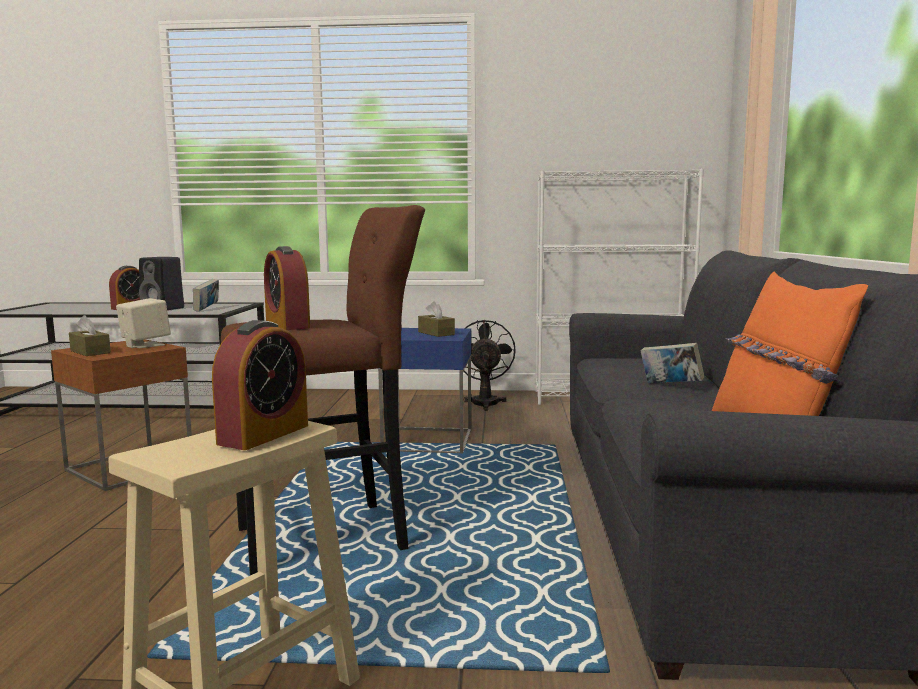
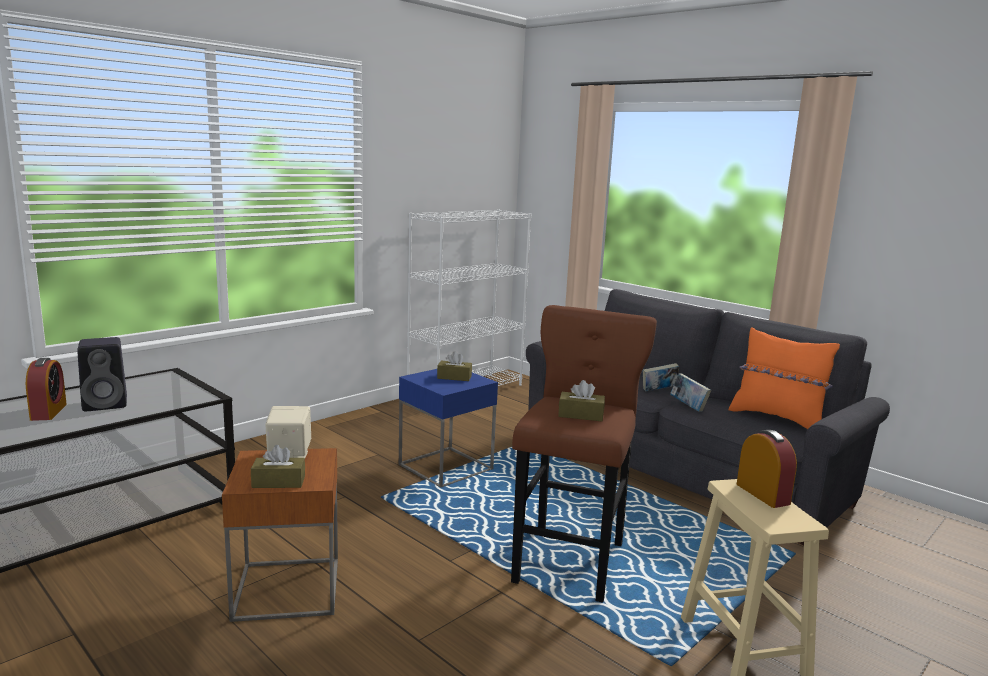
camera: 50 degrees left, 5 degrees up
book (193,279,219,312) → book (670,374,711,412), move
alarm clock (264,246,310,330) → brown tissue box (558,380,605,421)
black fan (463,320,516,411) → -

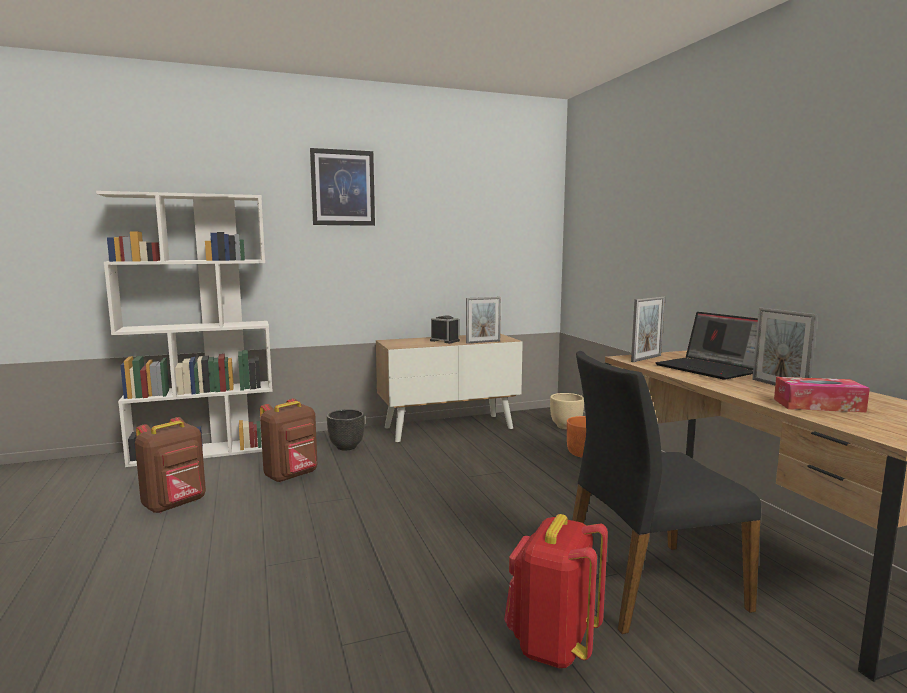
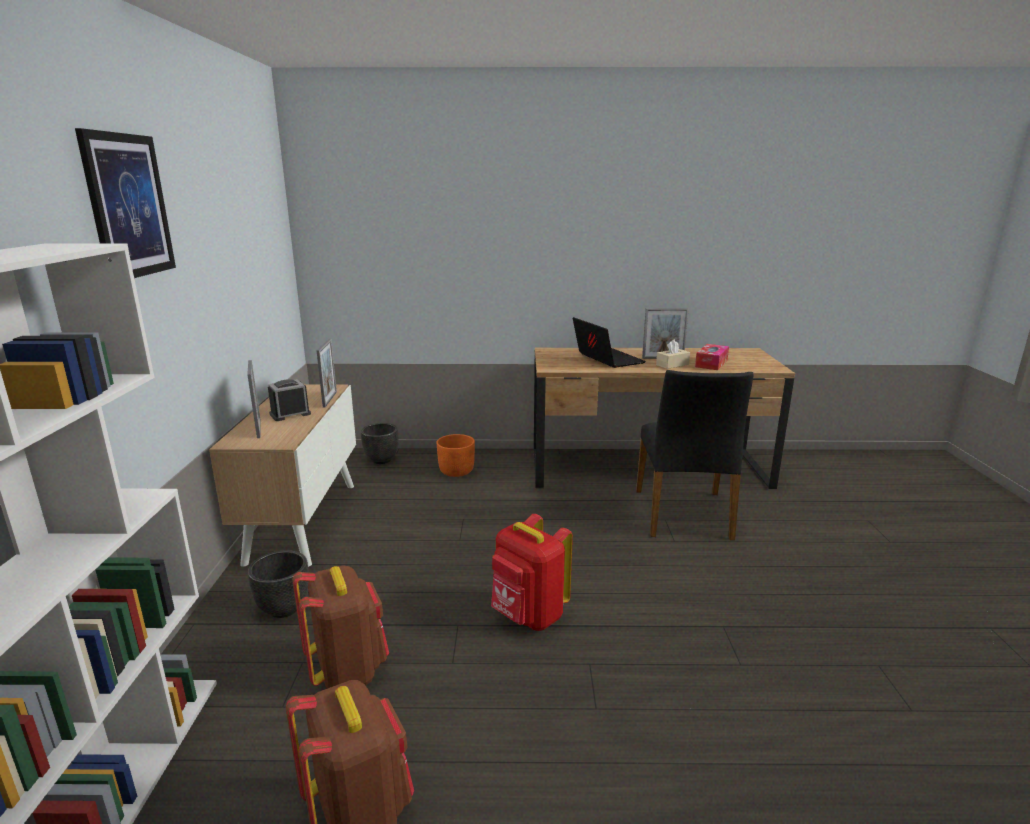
camera: 70 degrees left, 10 degrees up
red backpack (504,514,608,669) → red backpack (491,514,573,631), move
beige planter (550,393,584,429) → black planter (361,423,398,464)
picture frame (631,296,665,362) → picture frame (247,360,260,438), move
laptop (655,312,758,380) → laptop (573,317,646,368), 105 degrees counterclockwise
- → beige tissue box (656,340,690,369)

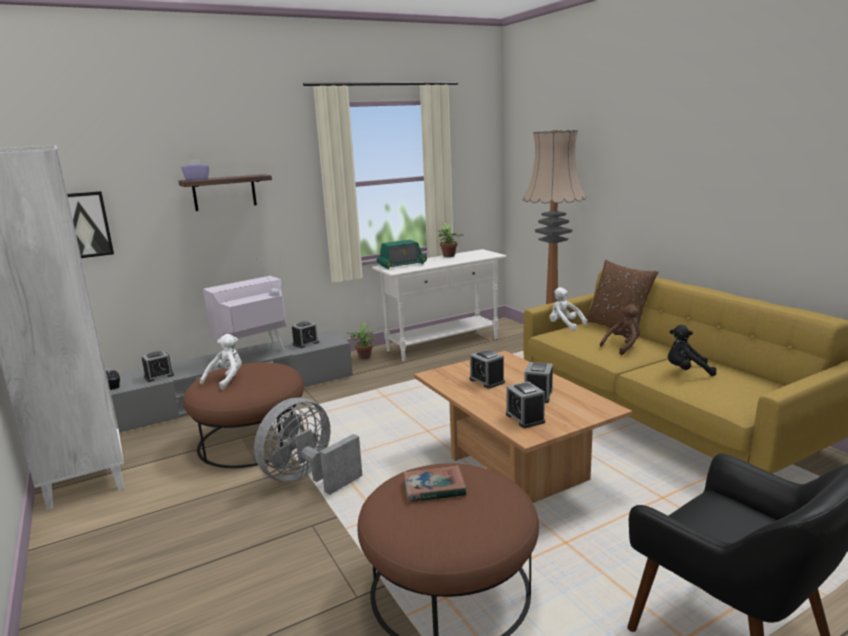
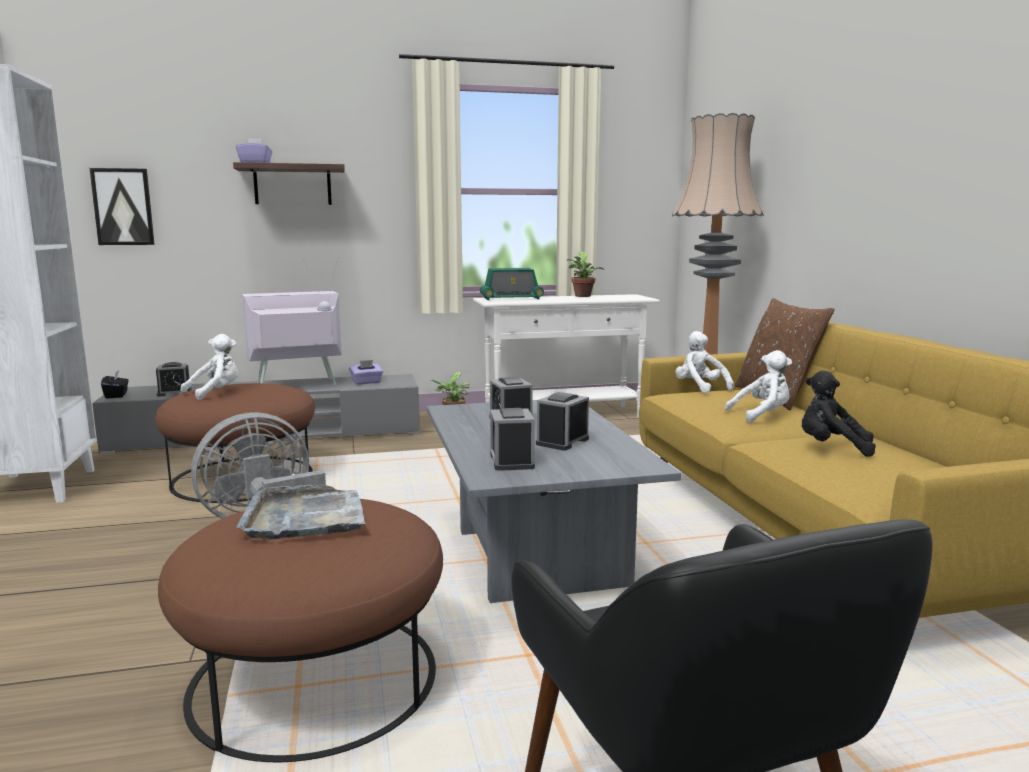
camera: 15 degrees right, 5 degrees down
alarm clock (292,321,319,348) → purple tissue box (349,360,383,385)
book (404,465,466,502) → grey tray (236,484,365,540)
brown coffee table (414,351,632,503) → grey coffee table (427,400,681,603)
brown plush toy (600,304,640,355) → white plush toy (725,350,792,423)

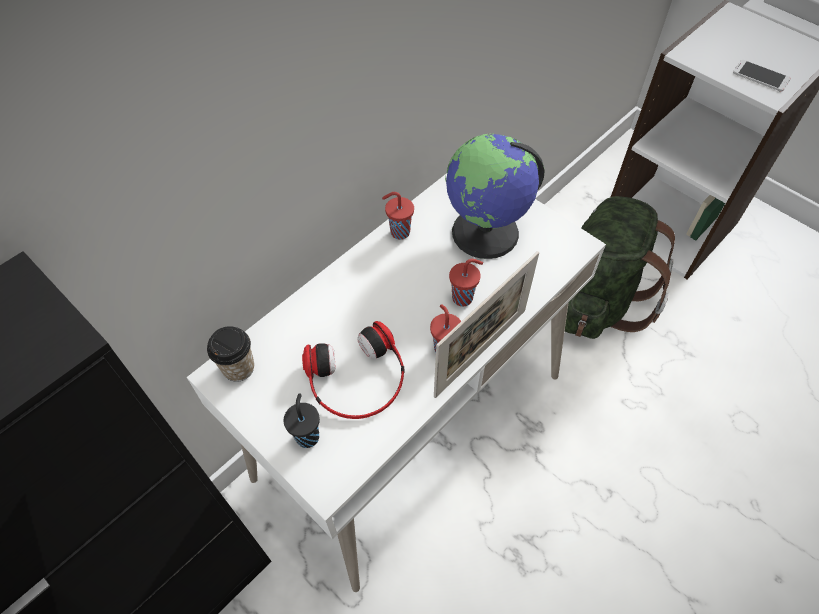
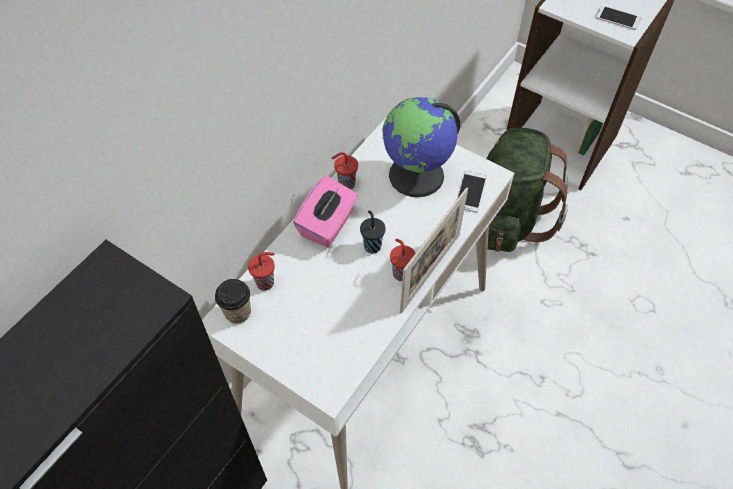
camera: 10 degrees left, 0 degrees up
black cup (283,393,320,448) → black cup (360,211,386,253), move
headphones (302,321,405,419) → -
red cup (449,259,483,306) → red cup (248,252,275,291), move
- → pink tissue box (293,176,358,247)
- → phone (457,171,487,213)

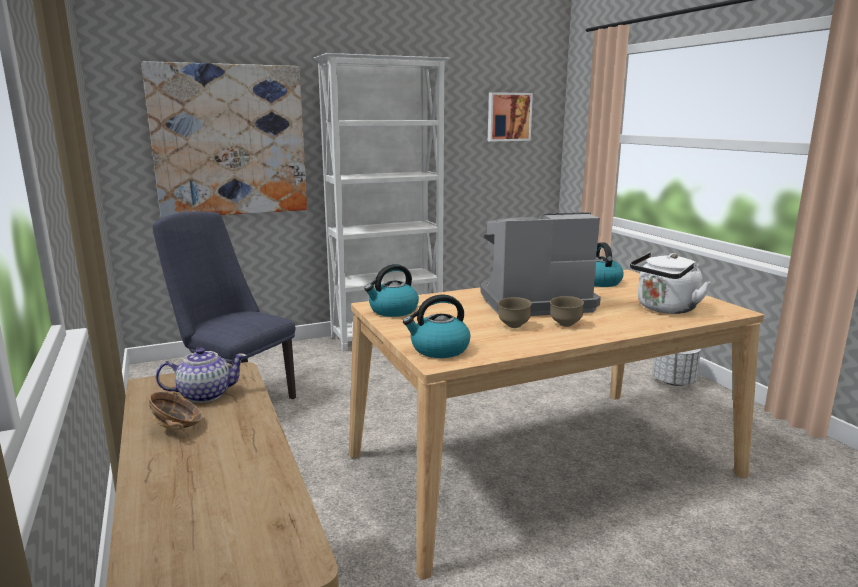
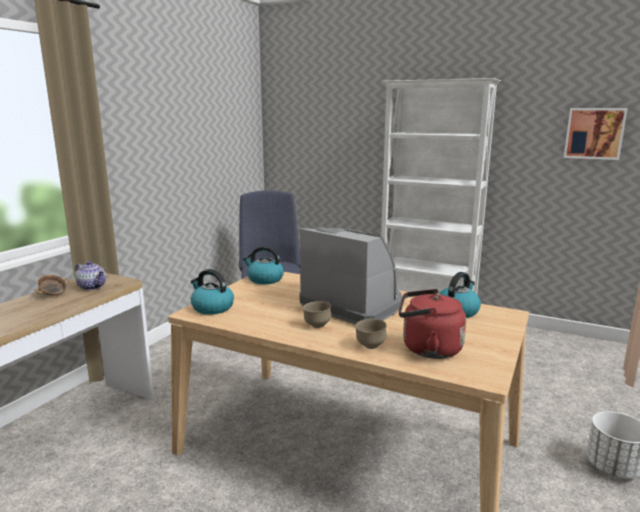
camera: 50 degrees right, 0 degrees up
picture (141,61,307,218) → -
brown bowl (498,297,532,328) → brown bowl (355,319,387,349), move
white kettle (630,252,711,314) → red kettle (399,289,466,359)

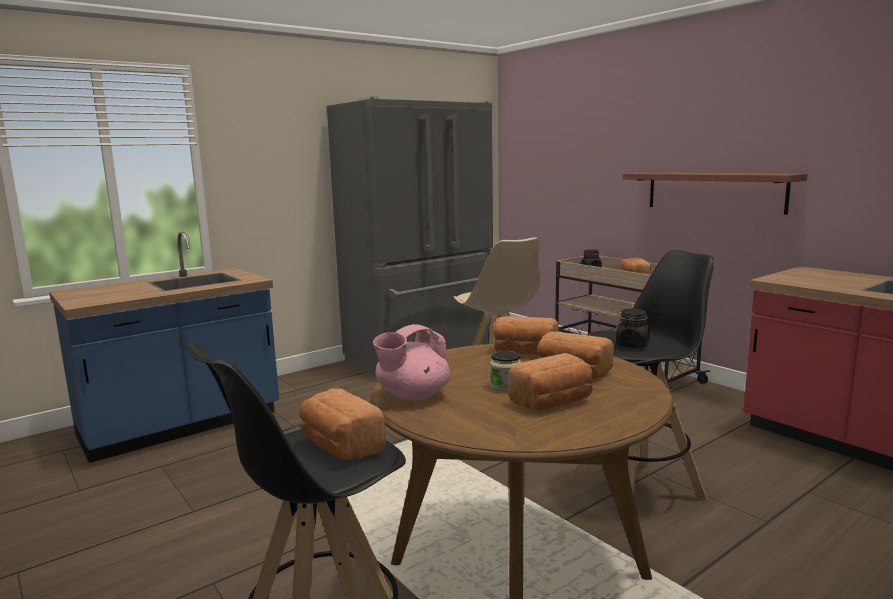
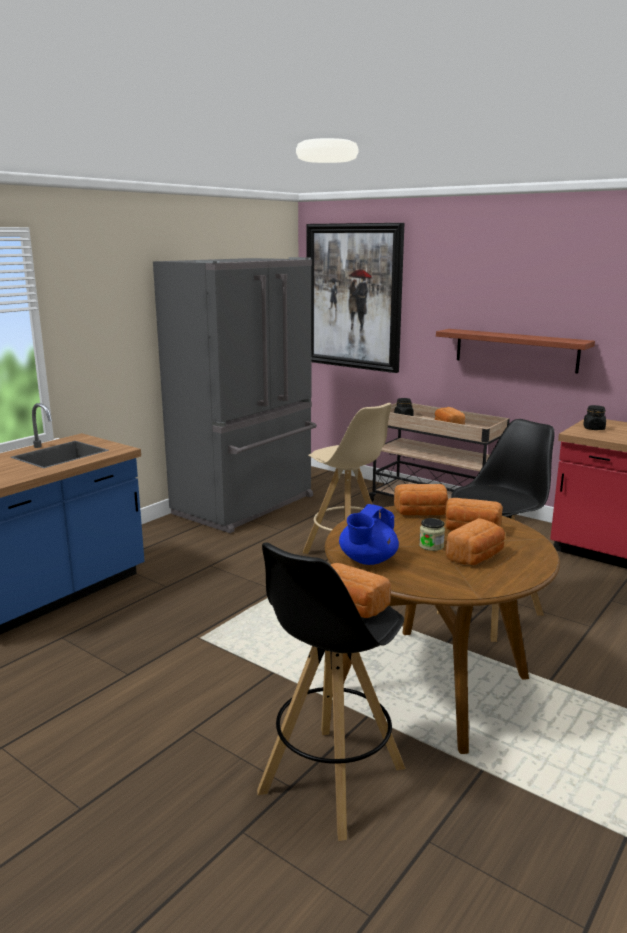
camera: 15 degrees left, 5 degrees up
pink teapot (373,324,450,401) → blue teapot (339,504,399,565)
black jar (616,309,650,348) → black jar (583,405,606,430), move
- → picture (306,223,404,373)

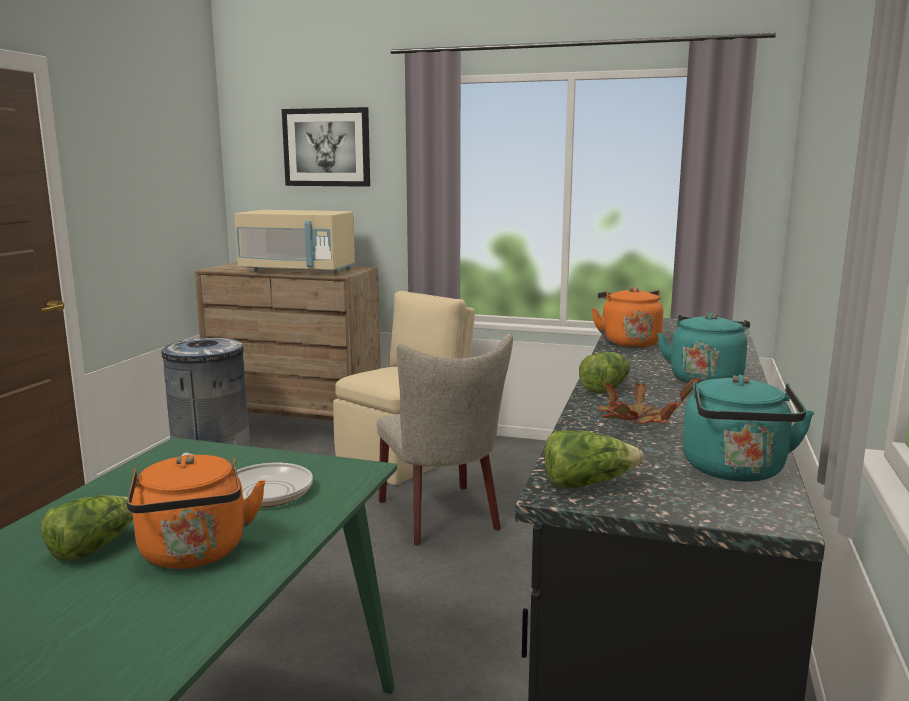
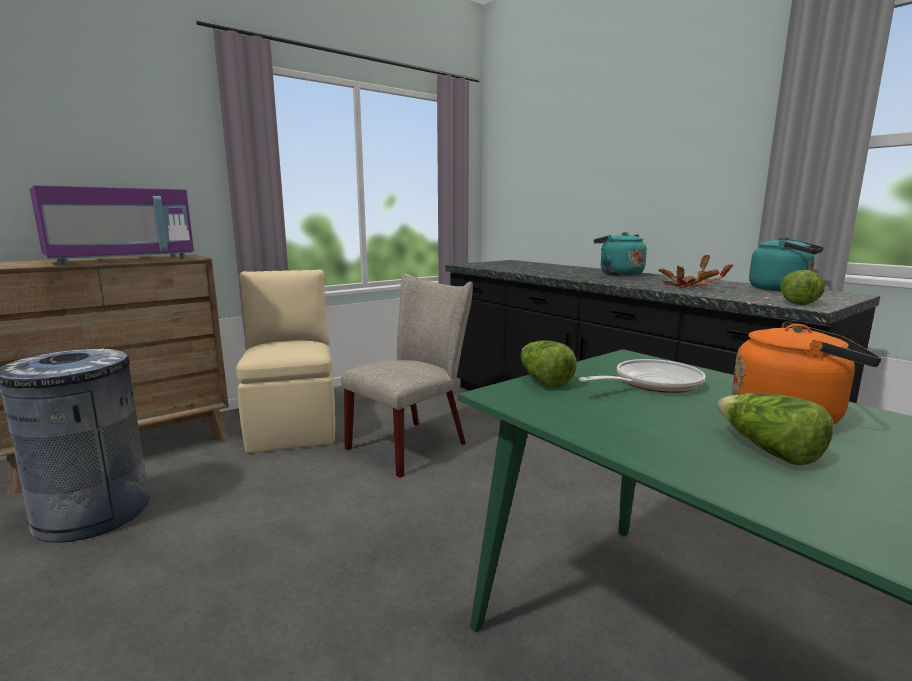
camera: 55 degrees left, 0 degrees up
beige microwave (234,210,355,274) → purple microwave (30,185,194,264)
picture (282,107,370,187) → -
beige chair (377,334,513,546) → beige chair (341,274,473,478), 60 degrees counterclockwise
lettuce (579,352,630,394) → lettuce (521,340,576,388), move
orange kettle (591,287,663,348) → -

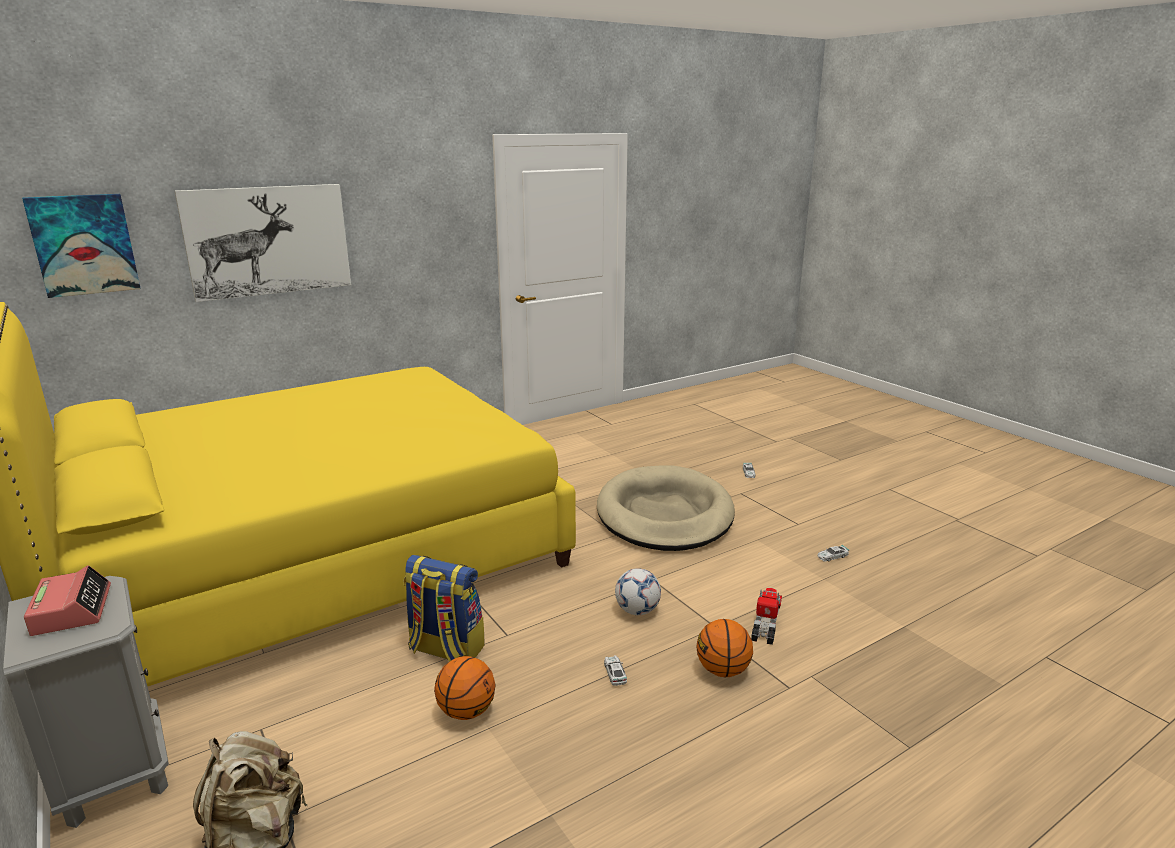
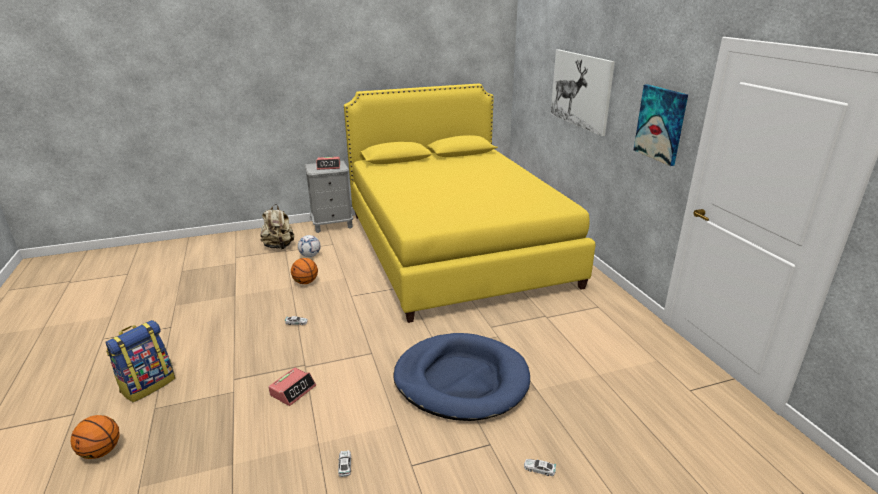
camera: 105 degrees right, 5 degrees up
picture (22,194,141,298) → picture (634,84,688,166), move
backpack (403,555,485,662) → backpack (106,320,175,402), move
beige dog bed (597,466,735,551) → blue dog bed (393,333,530,421)
football (615,568,661,615) → football (298,235,321,257), move
basketball (696,619,753,677) → basketball (71,415,120,459), move
toy truck (751,588,782,645) → alarm clock (269,368,316,406)

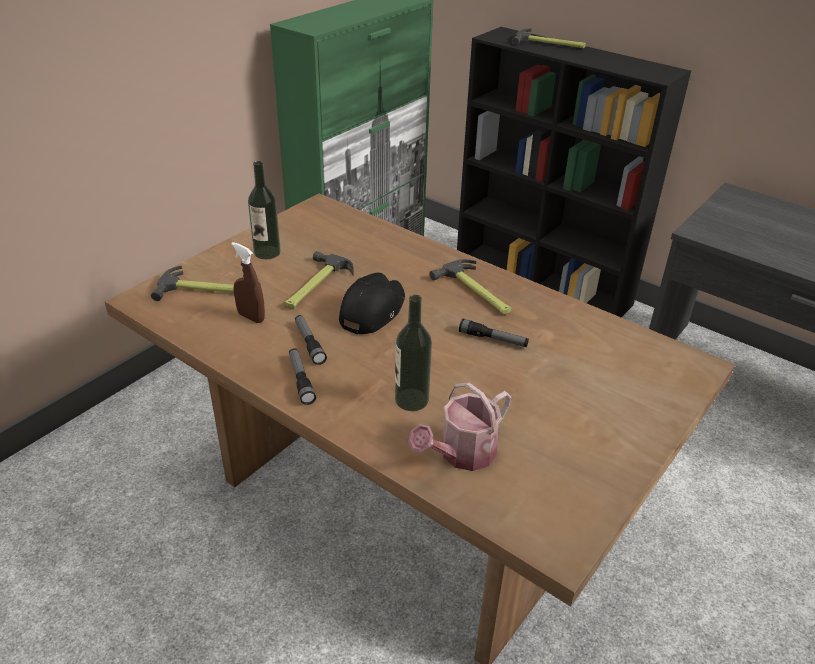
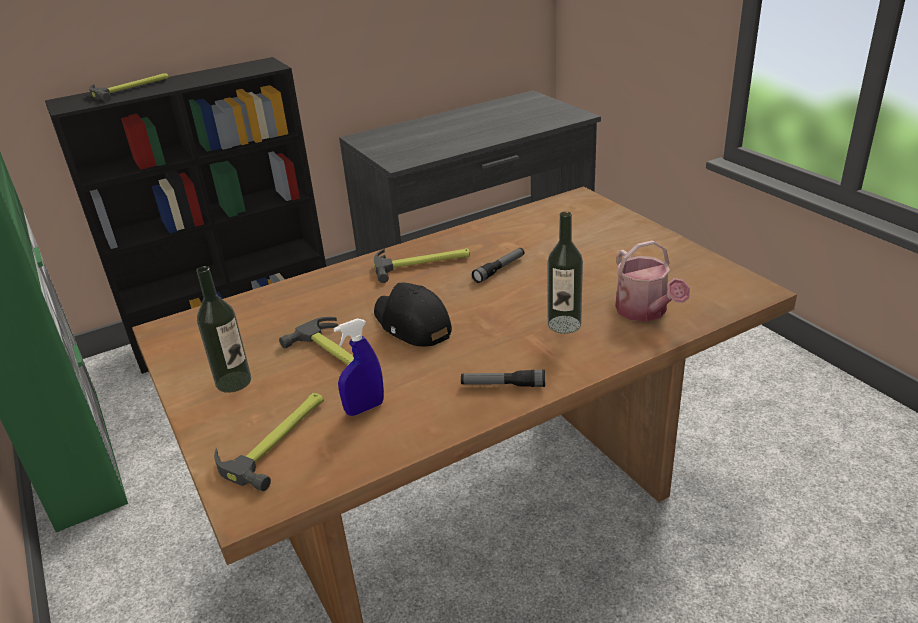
camera: 65 degrees left, 5 degrees down
brown spray bottle (231,242,265,323) → blue spray bottle (333,318,384,416)
flashlight (295,315,327,365) → -

